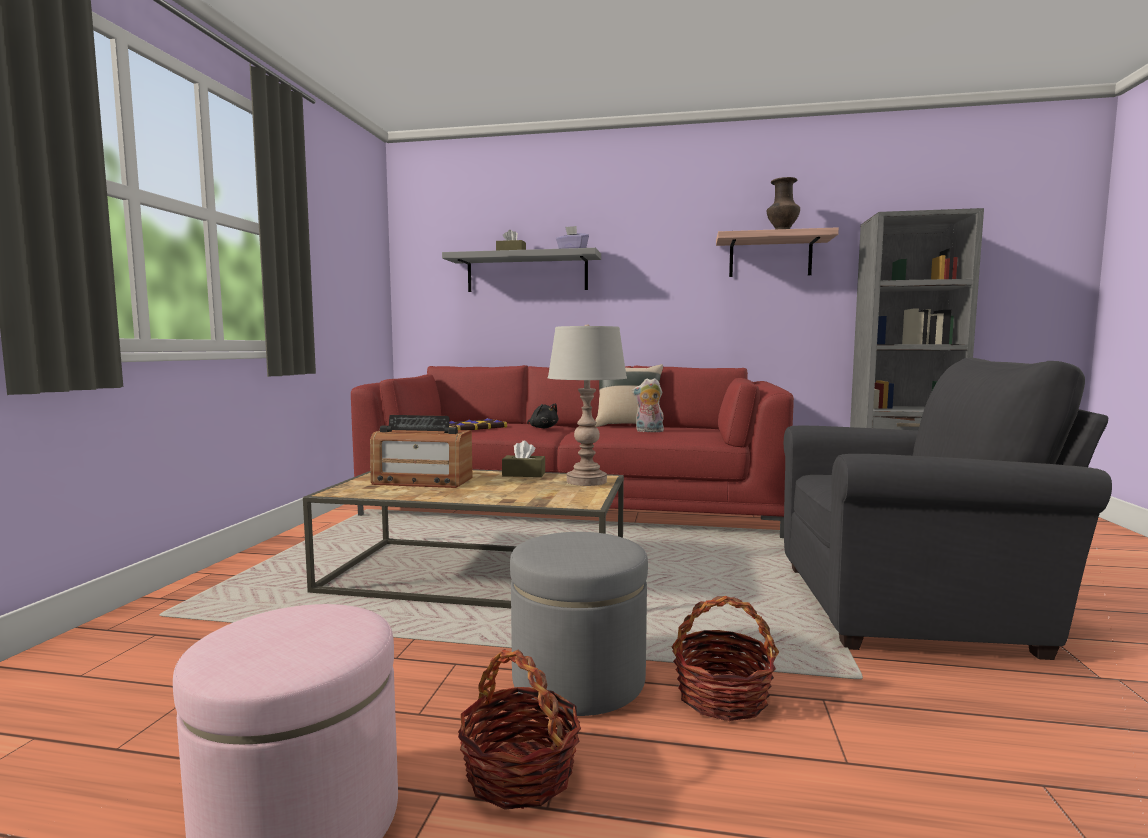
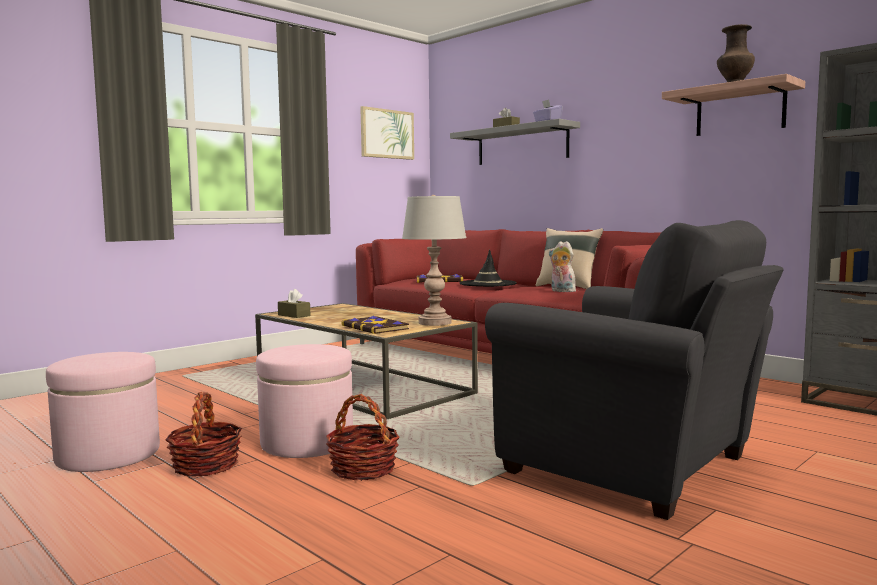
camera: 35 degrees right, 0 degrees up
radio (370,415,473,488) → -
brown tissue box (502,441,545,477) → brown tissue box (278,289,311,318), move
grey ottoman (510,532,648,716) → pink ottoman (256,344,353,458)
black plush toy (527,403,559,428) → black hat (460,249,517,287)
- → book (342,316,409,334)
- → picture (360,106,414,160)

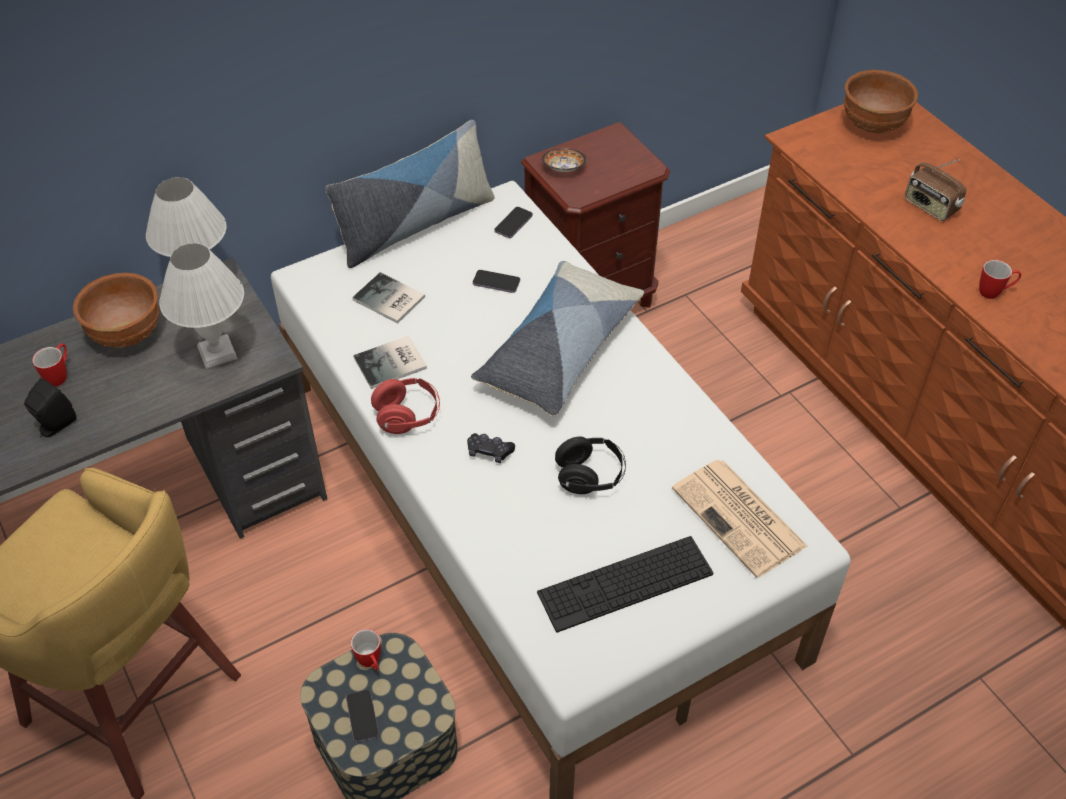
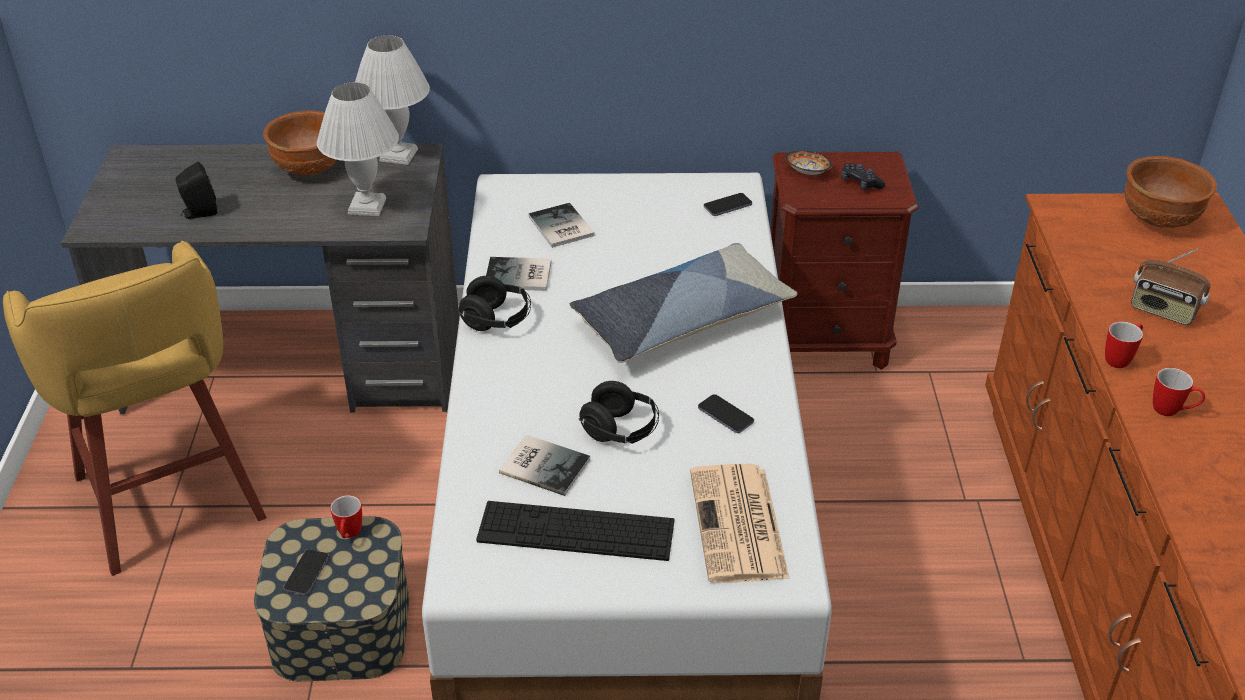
camera: 30 degrees right, 10 degrees down
mug (32,344,67,386) → mug (1105,321,1143,368), move
pillow (325,120,495,268) → -
red headphones (371,378,440,434) → black headphones (459,276,531,331)
black game controller (467,433,515,463) → black game controller (841,163,885,190), move
phone (473,270,520,293) → phone (698,394,754,433), move
radio (905,159,966,221) → radio (1131,249,1211,325), 45 degrees counterclockwise
- → book (499,435,590,496)

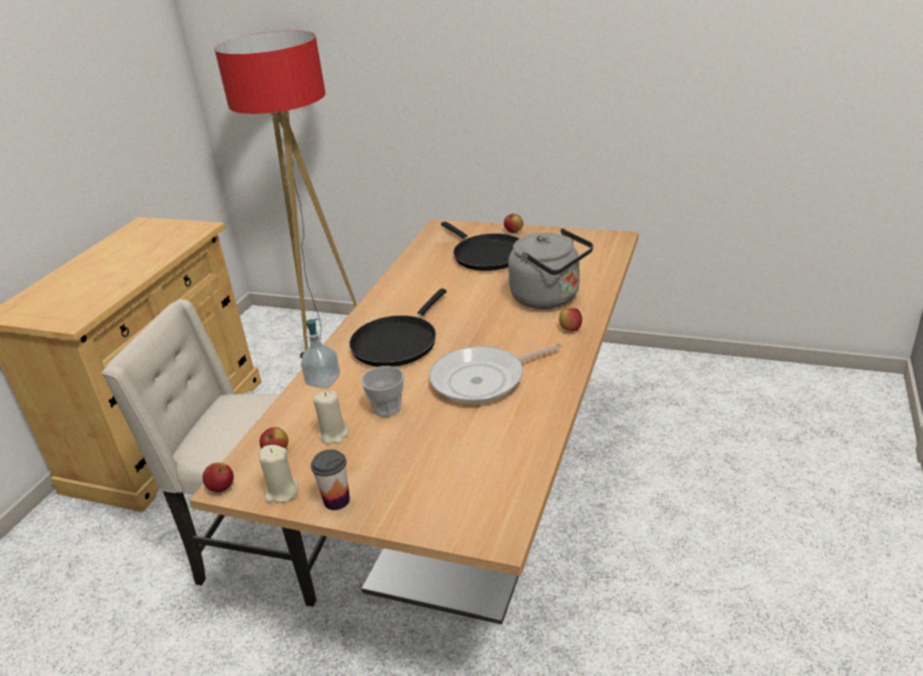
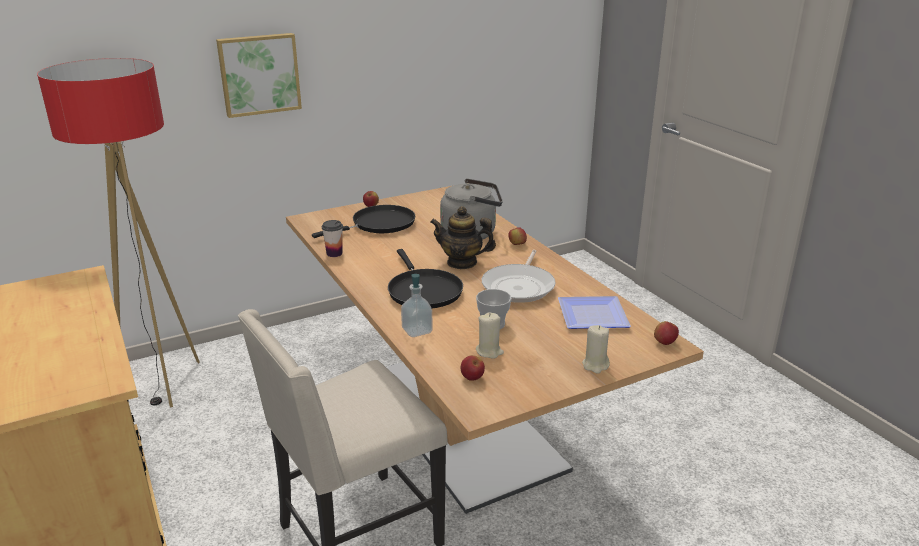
camera: 50 degrees left, 5 degrees down
apple (203,462,234,493) → apple (654,321,679,345), move
beige candle (259,445,299,503) → beige candle (582,325,610,374), move
cup (311,449,350,510) → cup (322,220,343,257), move
black frying pan (441,221,520,271) → black frying pan (312,205,415,238), 45 degrees counterclockwise
- → picture (216,33,302,118)
- → teapot (430,206,496,269)
- → plate (558,296,631,329)

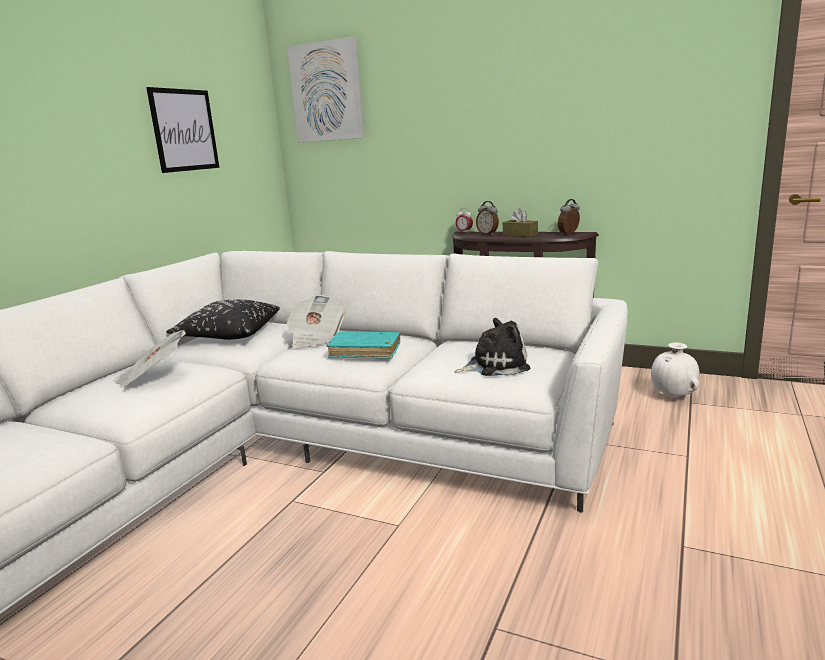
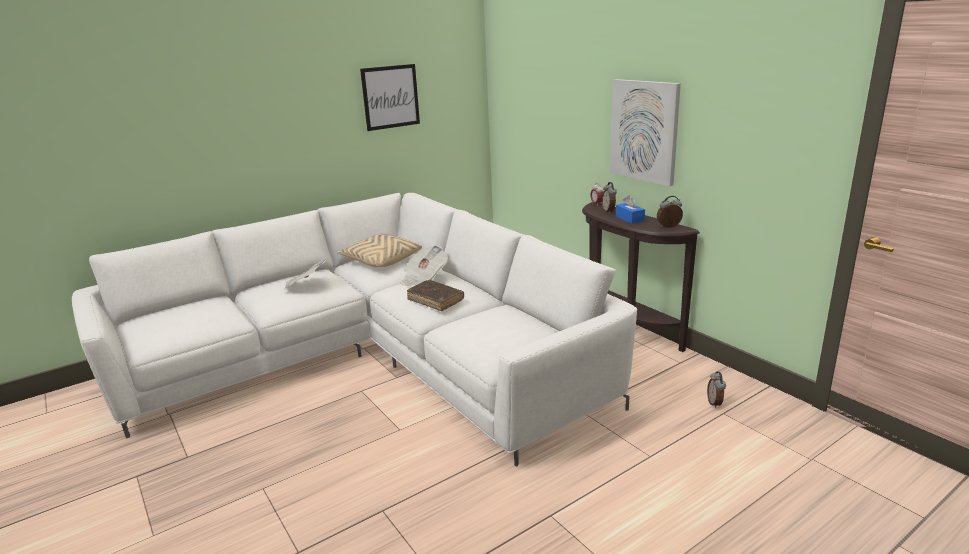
camera: 30 degrees right, 5 degrees up
black pillow (166,300,280,340) → beige pillow (337,233,422,267)
picture (287,36,365,142) → picture (610,79,681,186), move
turquoise book (327,331,400,359) → brown book (407,280,464,311)
plush toy (454,318,530,376) → -
brown tissue box (503,208,538,237) → blue tissue box (616,195,645,224)
white vase (651,342,700,398) → alarm clock (707,372,726,408)

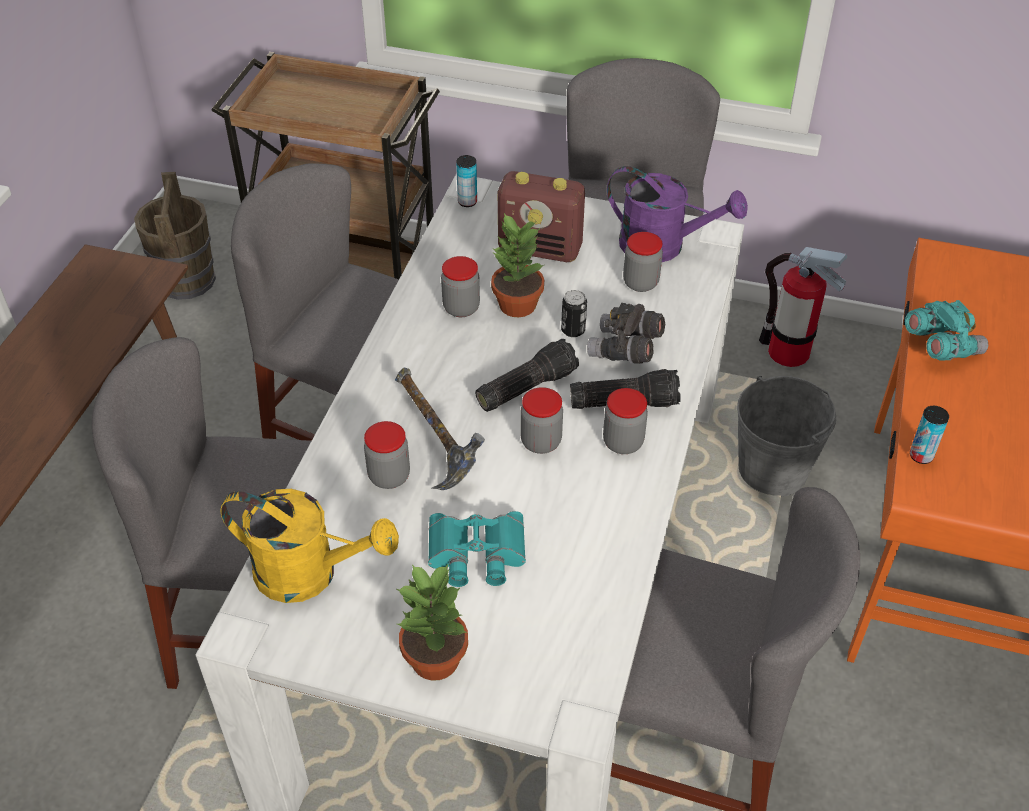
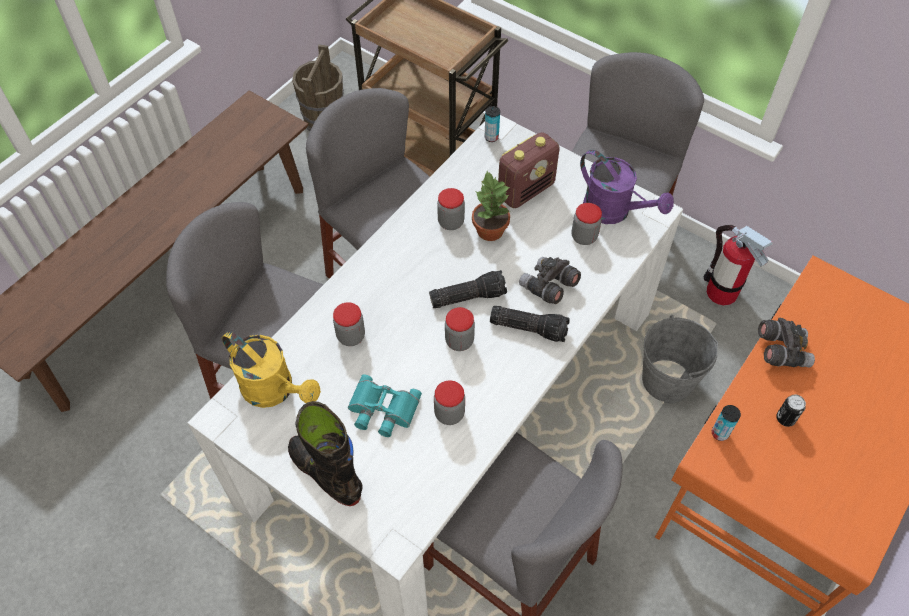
camera: 20 degrees right, 10 degrees up
hammer (395,368,485,490) → -
potted plant (397,564,468,681) → black boot (288,401,362,506)
radio (498,171,585,262) → radio (498,132,559,208), 75 degrees counterclockwise
can (561,290,587,337) → can (776,394,806,427), move
jar (603,388,648,454) → jar (434,380,465,425), move
turquoise binoculars (905,300,988,360) → grey binoculars (758,318,815,367)

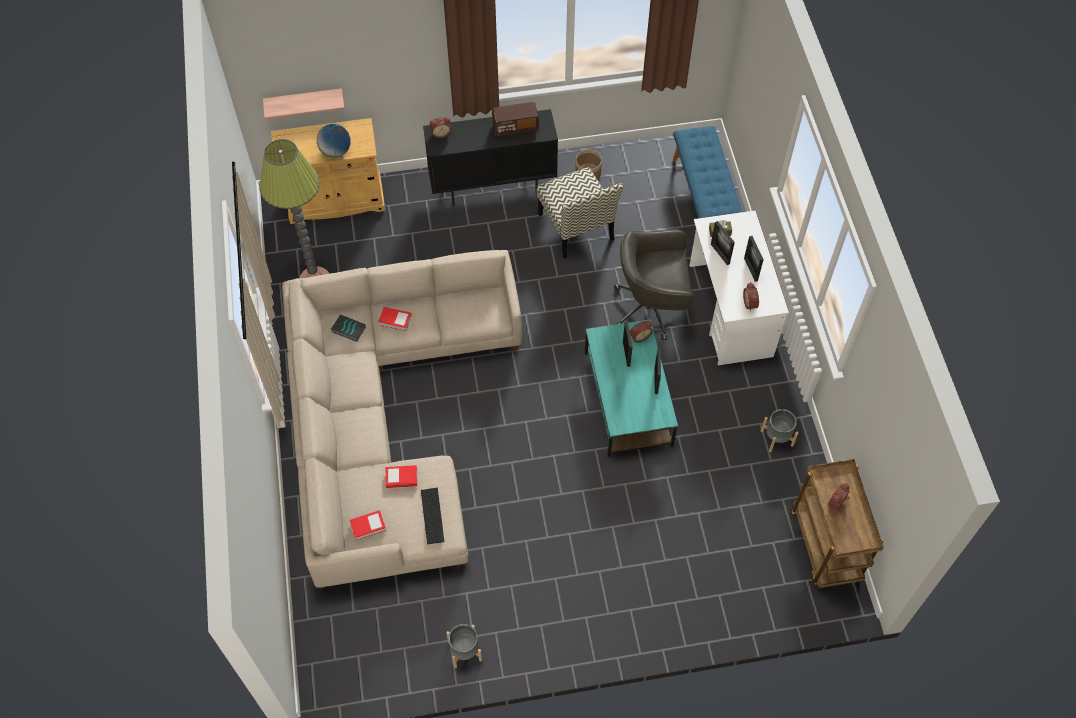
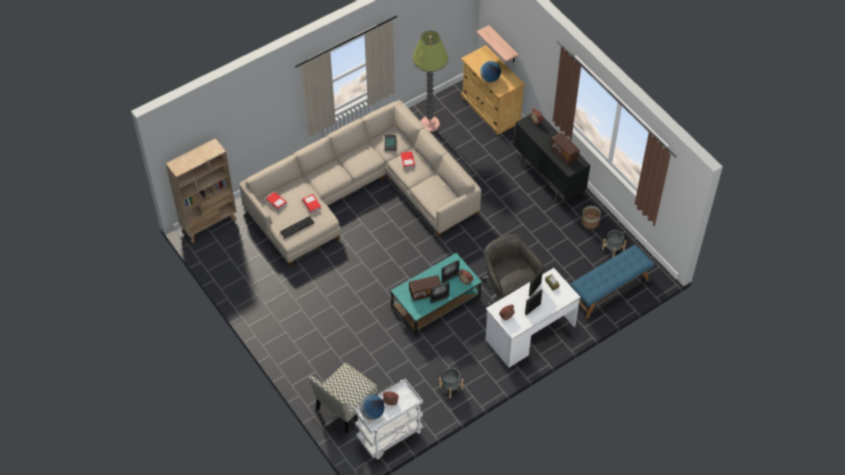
camera: 65 degrees right, 5 degrees down
grey planter (446,624,482,668) → grey planter (602,230,626,258), move
chair (537,167,623,259) → chair (309,363,378,434), move
brown cart (790,459,884,588) → white cart (354,379,423,460)
- → beige bookcase (165,138,237,243)
- → globe (360,395,385,420)
- → radio (409,275,441,301)

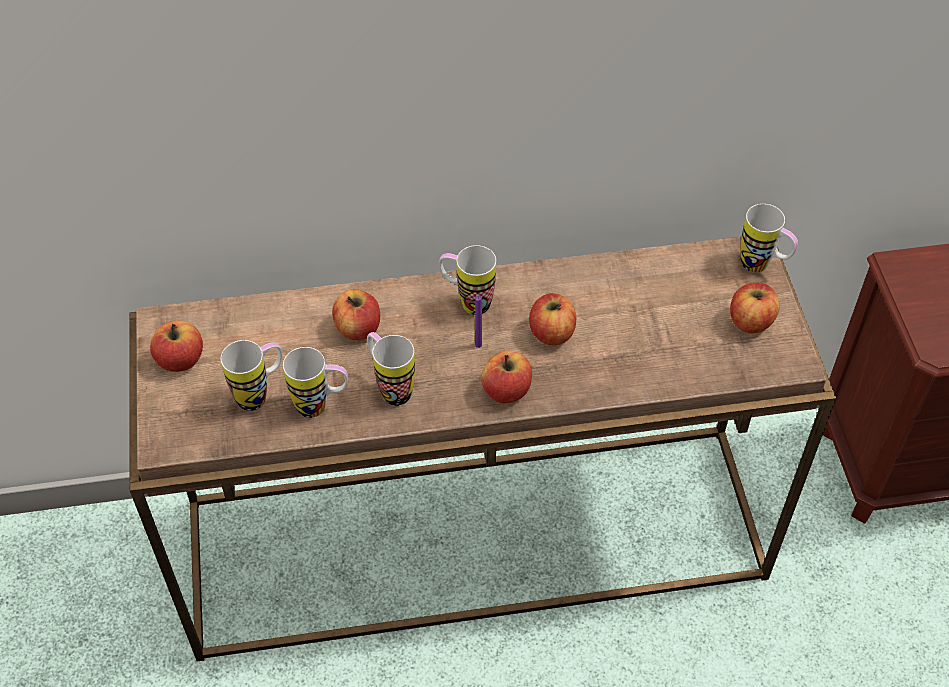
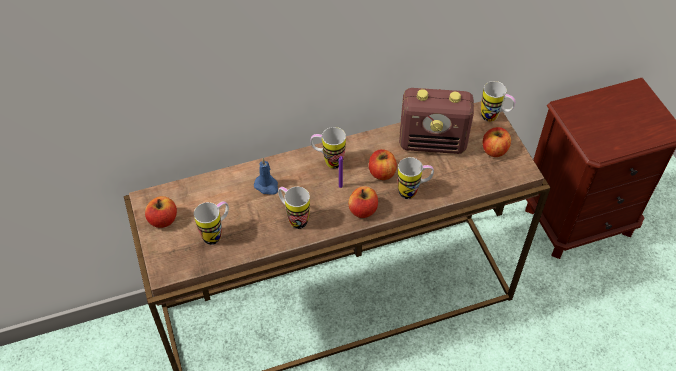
camera: 10 degrees left, 0 degrees up
mug (283,347,348,418) → mug (397,157,434,199), move
apple (332,289,380,341) → blue candle (254,158,278,195)
- → radio (399,88,474,154)

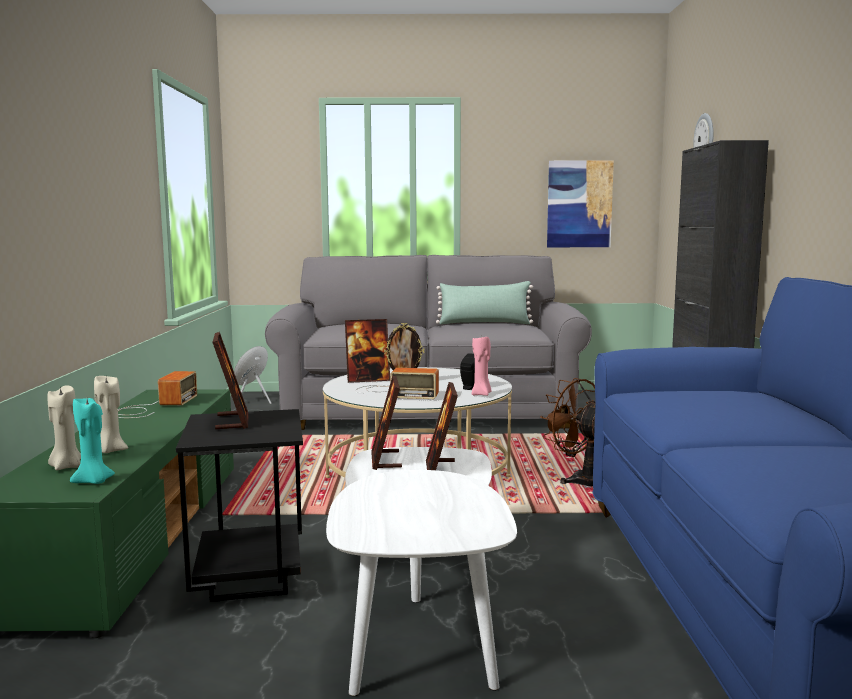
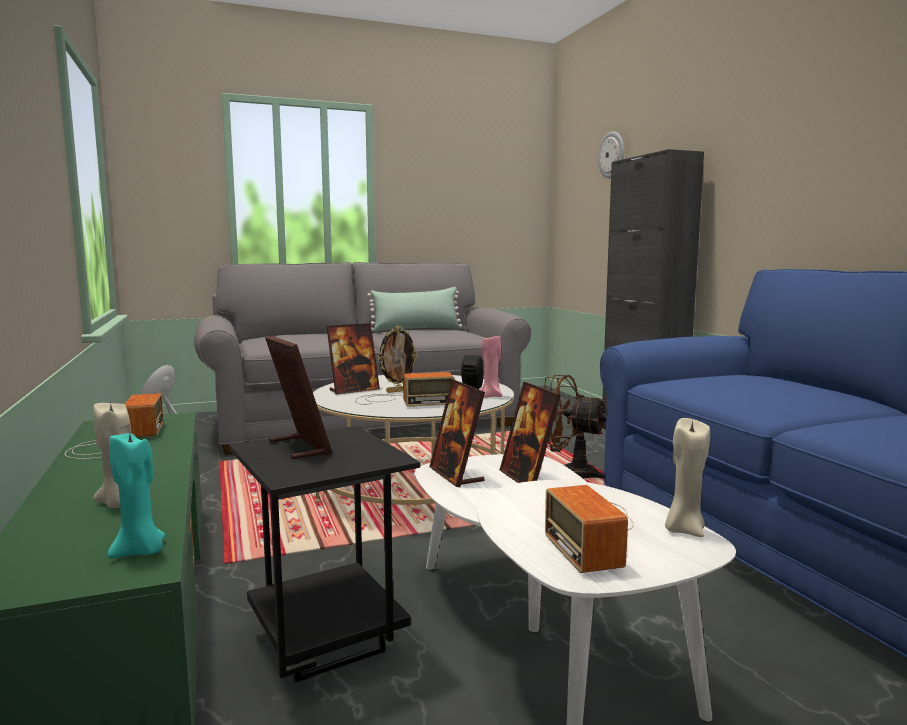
camera: 20 degrees left, 0 degrees up
beige candle (47,386,81,470) → beige candle (665,418,710,537), move
picture (547,160,614,247) → -
- → radio (545,485,634,573)

